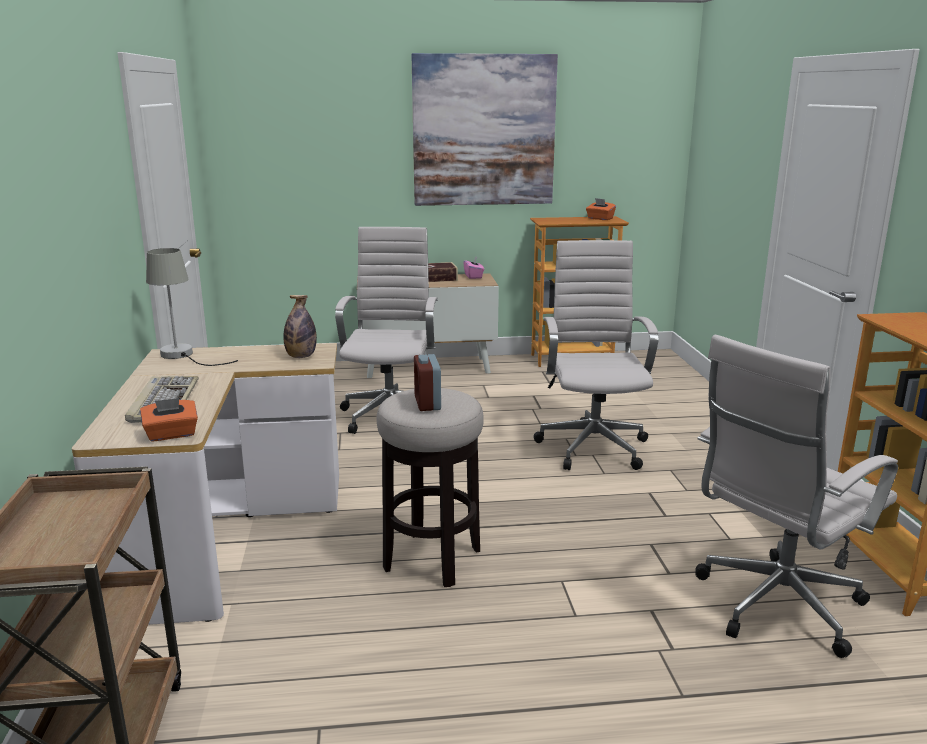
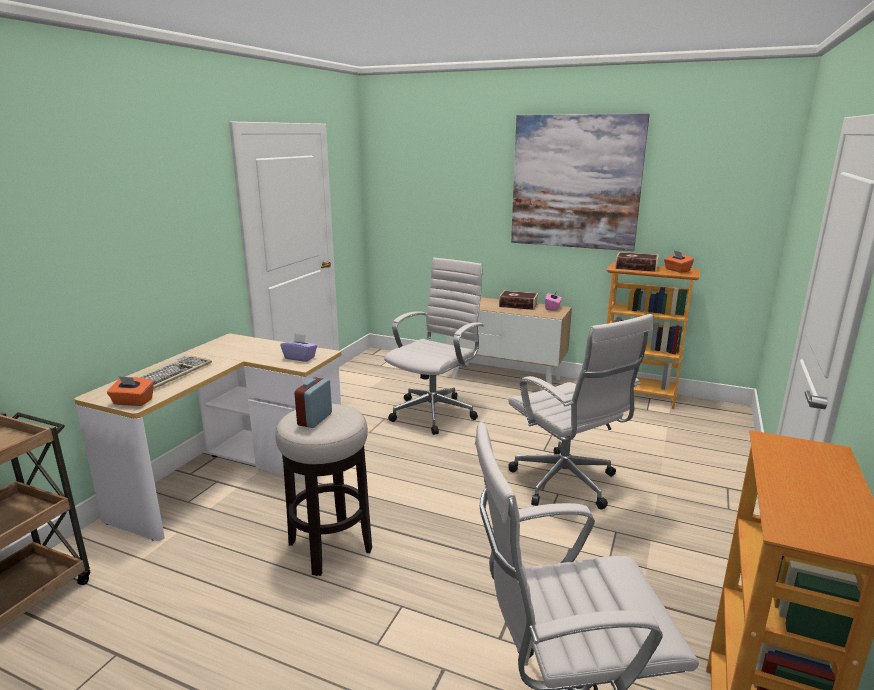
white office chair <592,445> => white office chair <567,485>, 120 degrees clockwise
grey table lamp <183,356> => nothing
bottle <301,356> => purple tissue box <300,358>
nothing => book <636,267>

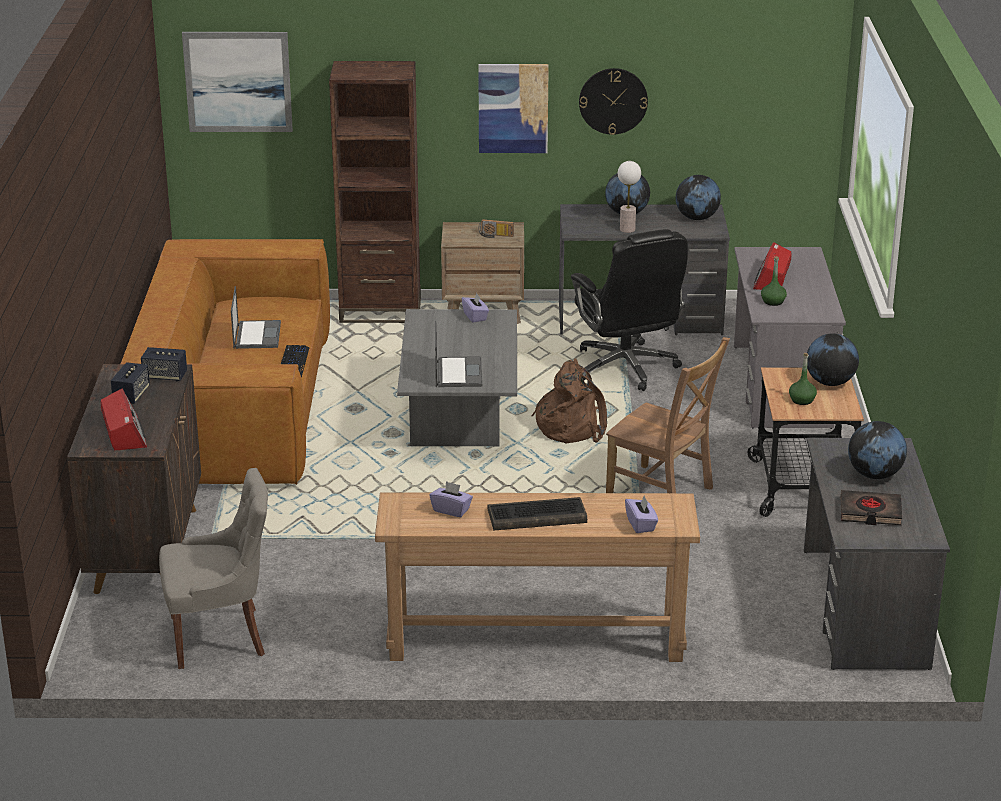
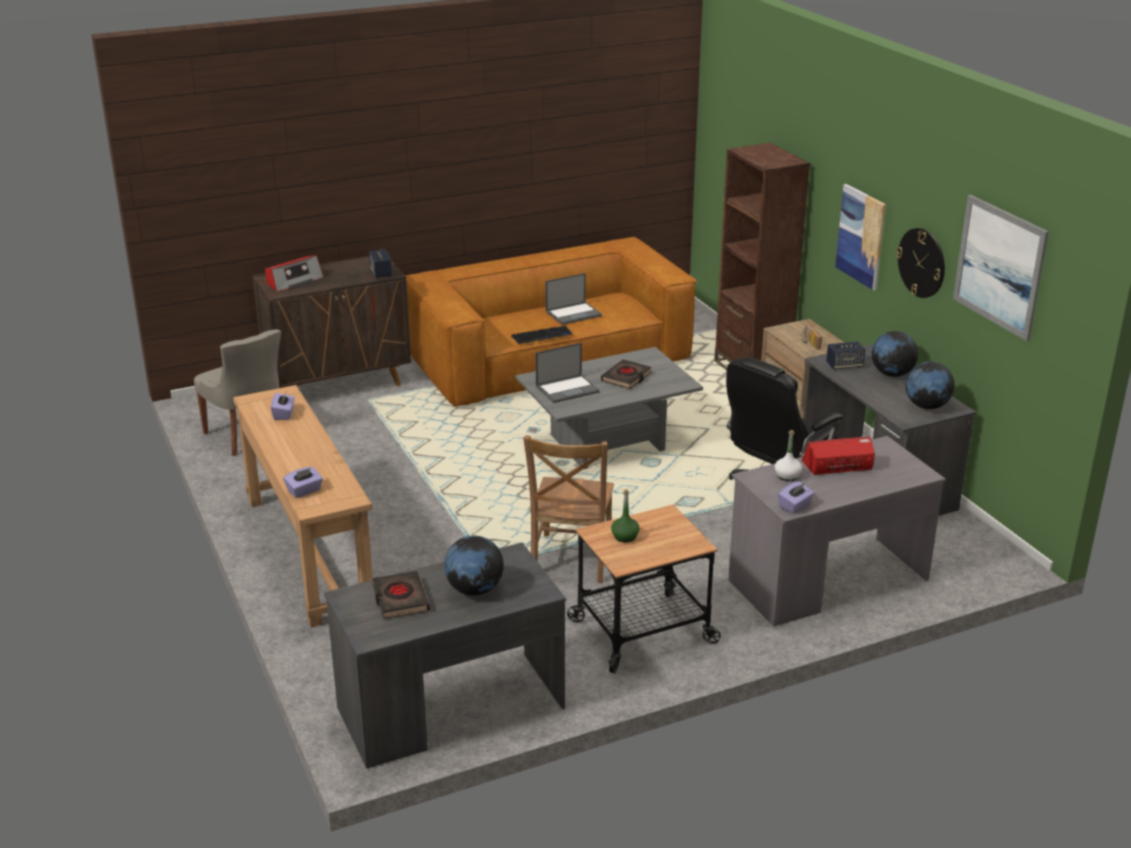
picture <238,81> => picture <999,266>, move
table lamp <627,230> => nothing
green bottle <773,301> => white bottle <787,476>
purple tissue box <475,316> => purple tissue box <795,506>, move
globe <830,382> => nothing
brown backpack <571,427> => nothing
speaker <131,395> => speaker <844,365>, move
keyboard <536,516> => nothing
nothing => black book <626,377>

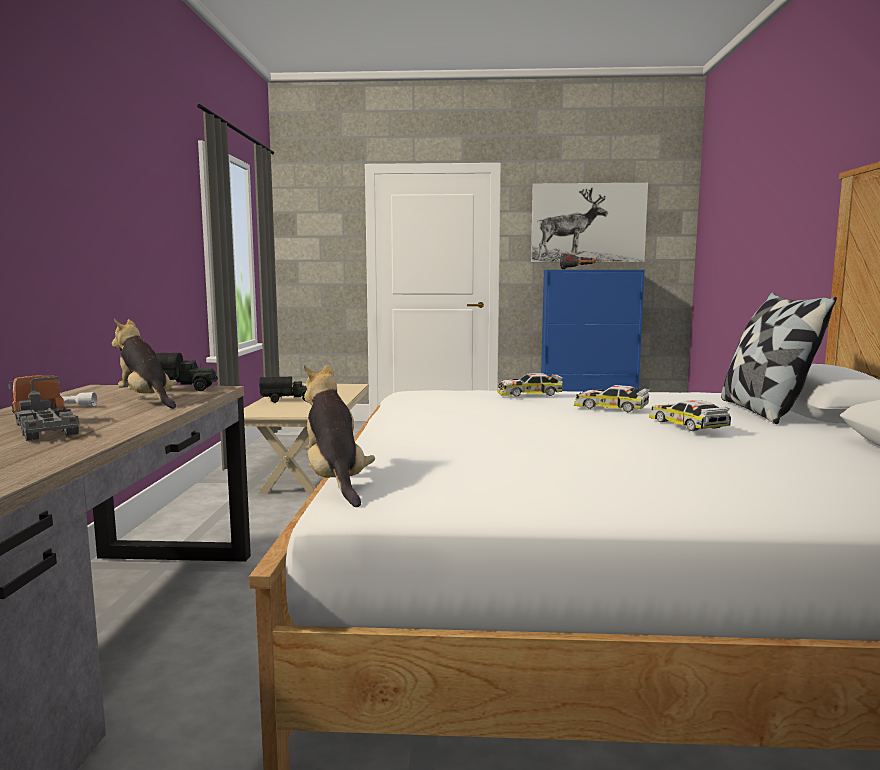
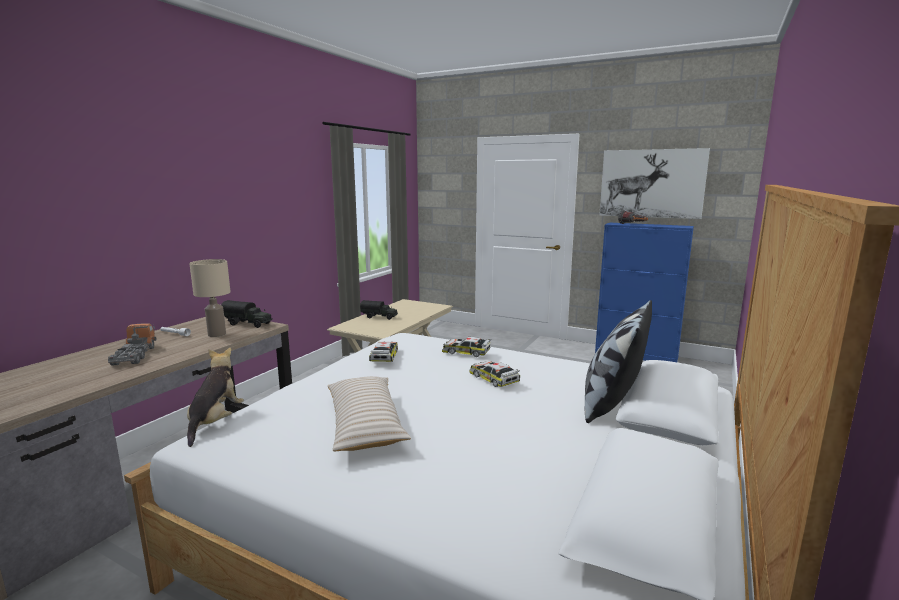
plush toy <147,401> => beige table lamp <217,334>
toy car <687,424> => toy car <384,356>, move
nothing => beige pillow <365,424>

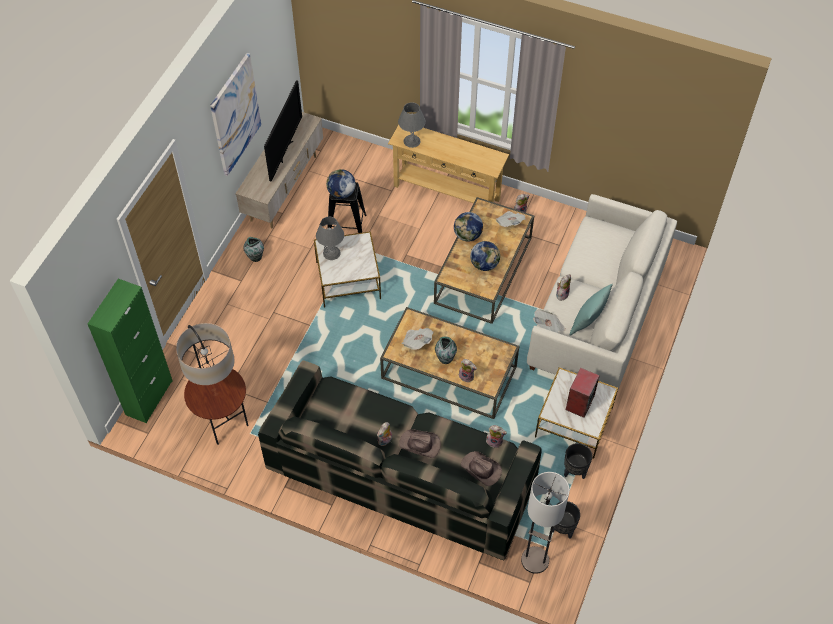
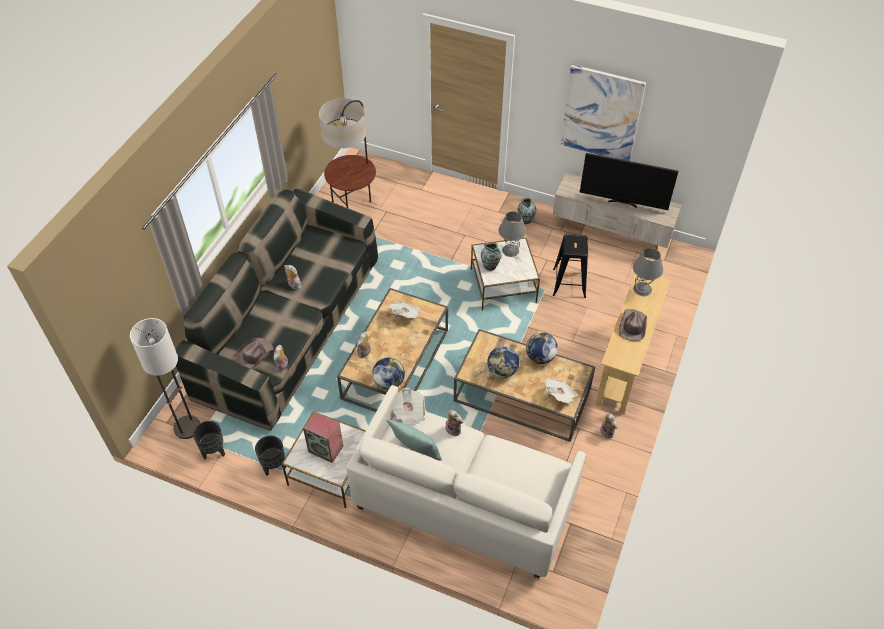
globe <341,193> => globe <389,382>, move
green cabinet <149,397> => nothing
vase <445,358> => vase <490,266>, move
brown hat <420,445> => brown hat <632,326>, move

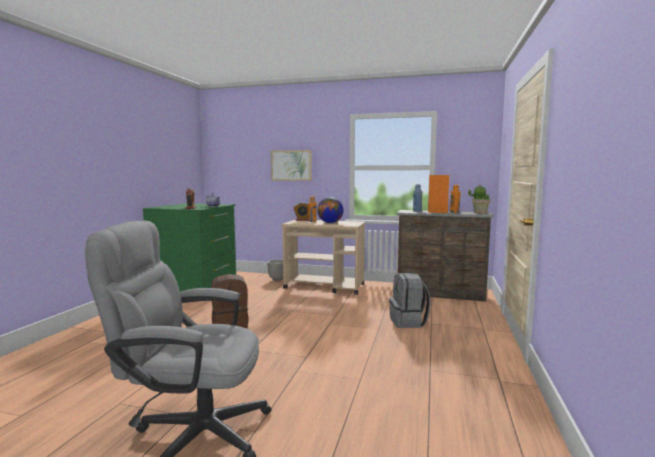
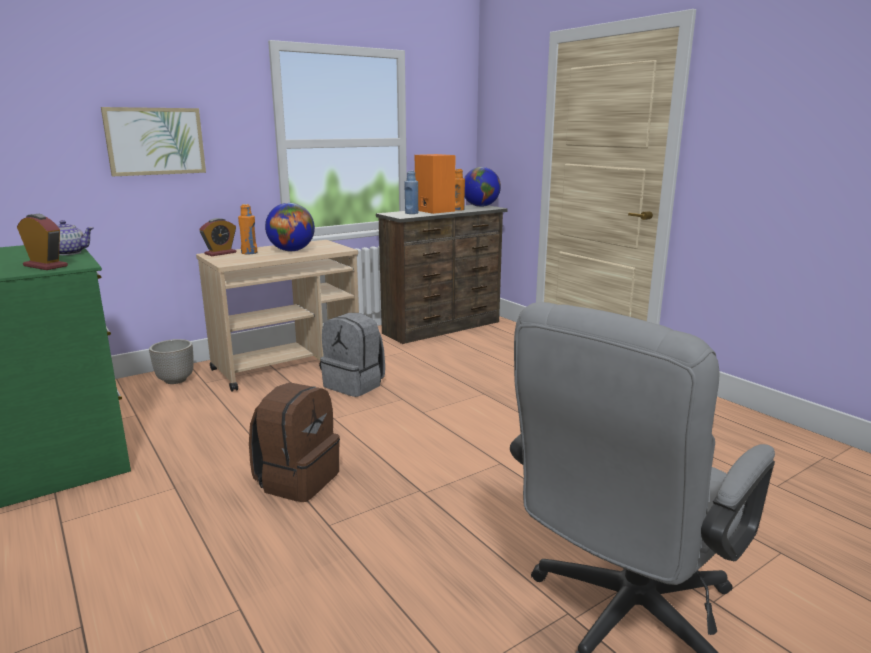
potted plant <480,212> => globe <480,206>
grey backpack <408,322> => grey backpack <355,385>, move

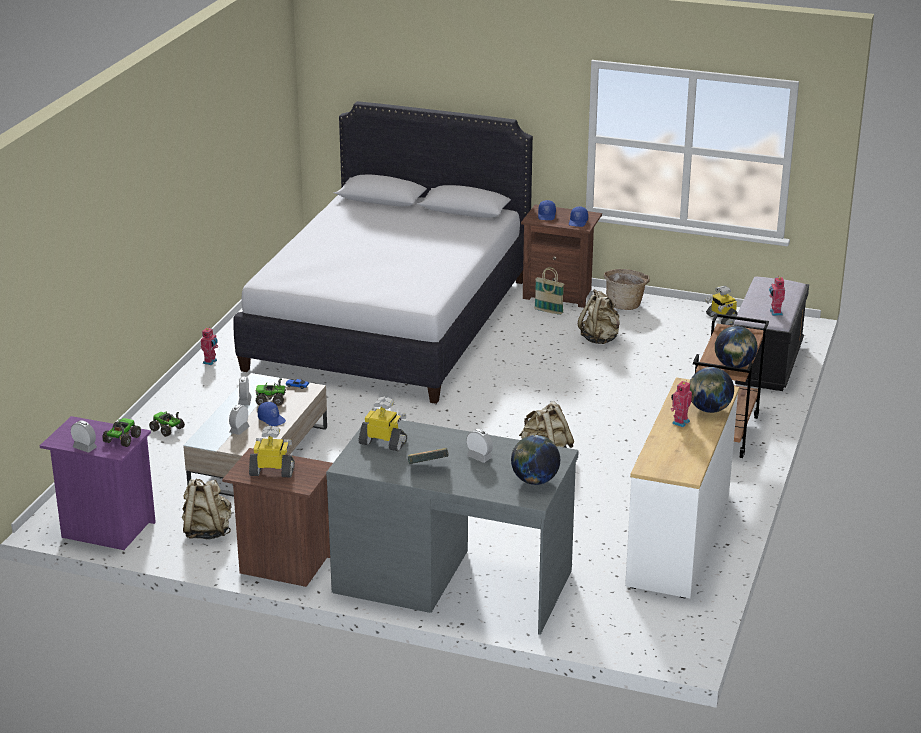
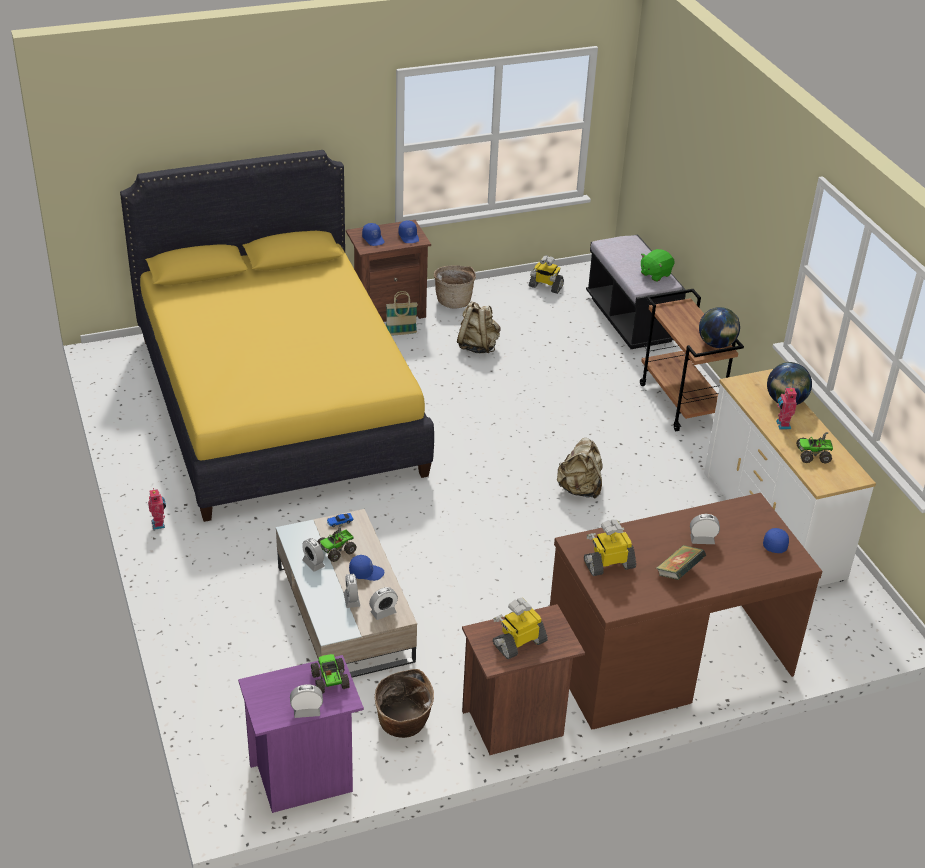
white bed <389,323> => yellow bed <277,403>
toy robot <775,313> => green plush toy <655,274>
toy truck <167,429> => toy truck <813,455>, move
grey desk <452,580> => brown desk <667,659>
globe <535,481> => blue cap <774,543>
beige backpack <207,531> => basket <403,725>
nothing => alarm clock <383,612>

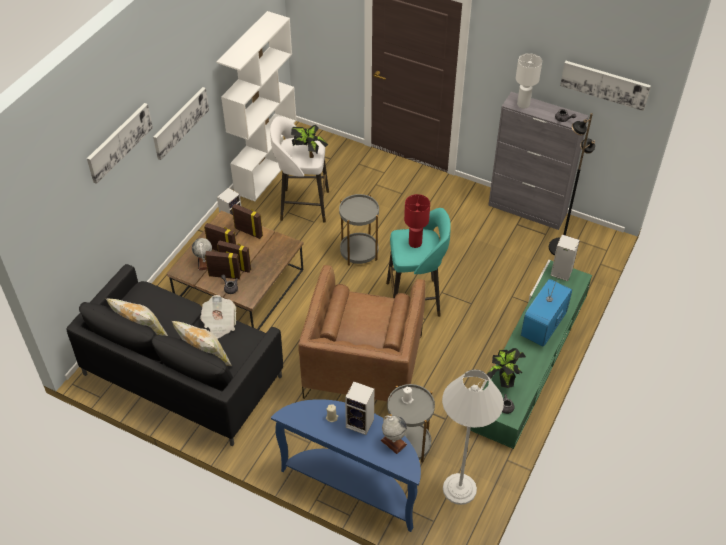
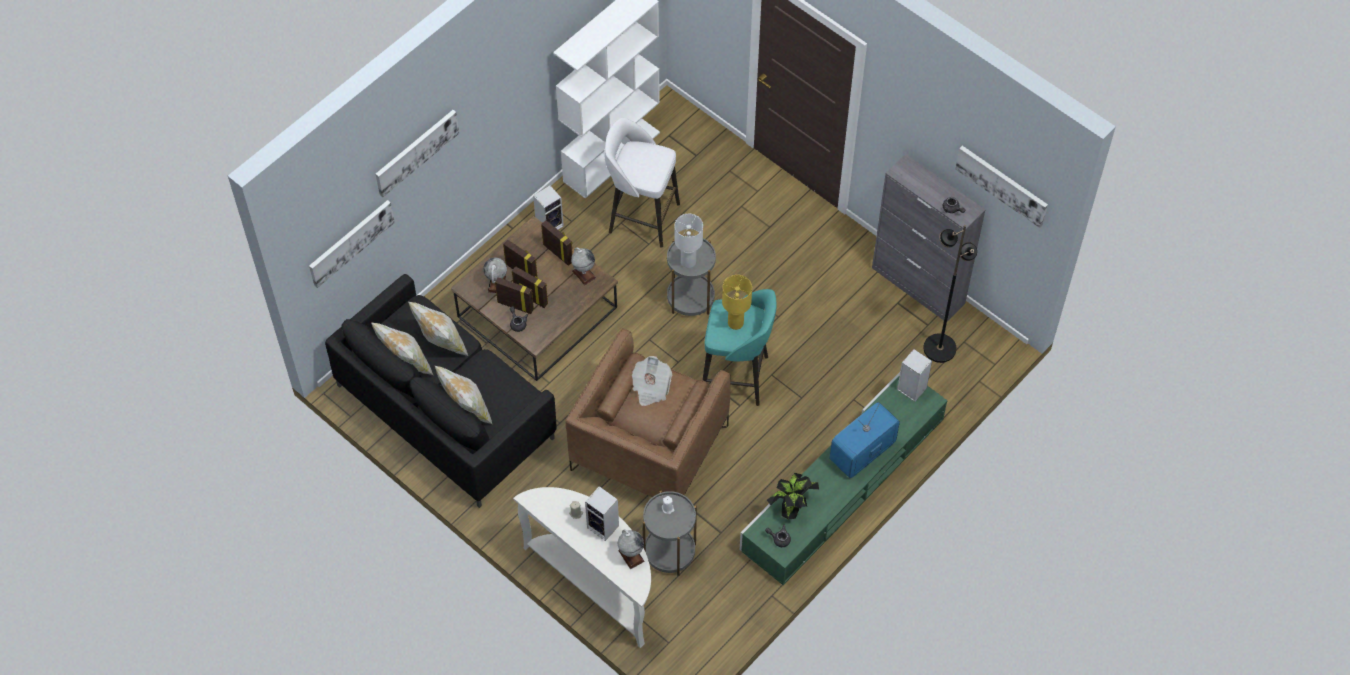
white table lamp <523,104> => white table lamp <688,262>, move
picture <180,122> => picture <350,242>, move
potted plant <309,153> => nothing
red table lamp <415,243> => yellow table lamp <735,322>
newspaper <219,323> => newspaper <650,387>, move
white floor lamp <459,489> => nothing
blue console table <354,485> => white console table <596,582>
nothing => globe <583,274>
nothing => pillow <441,343>

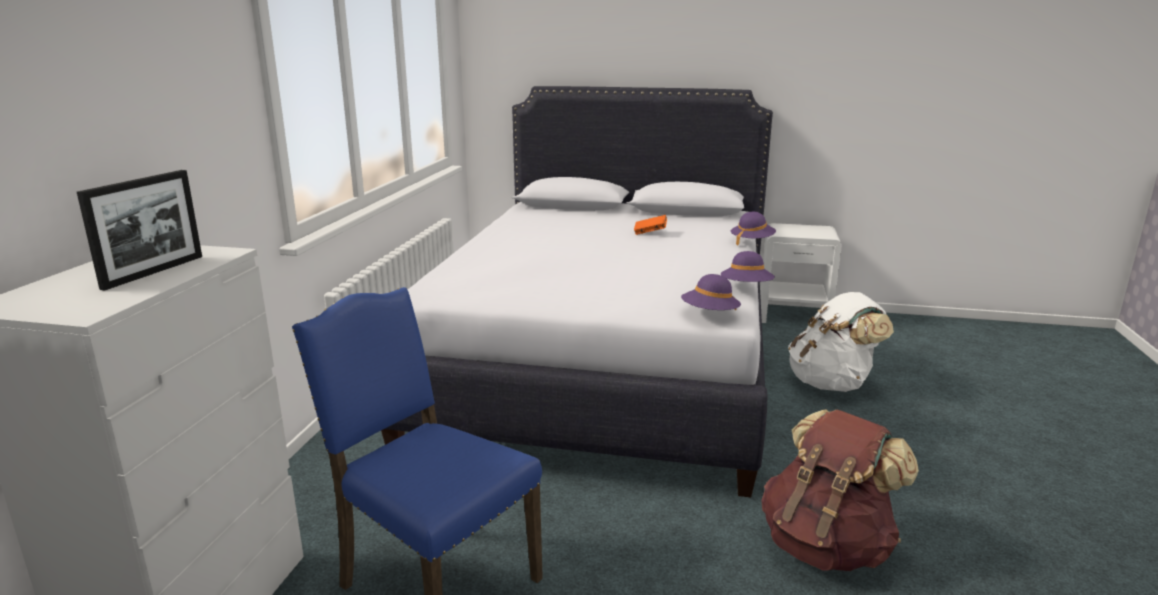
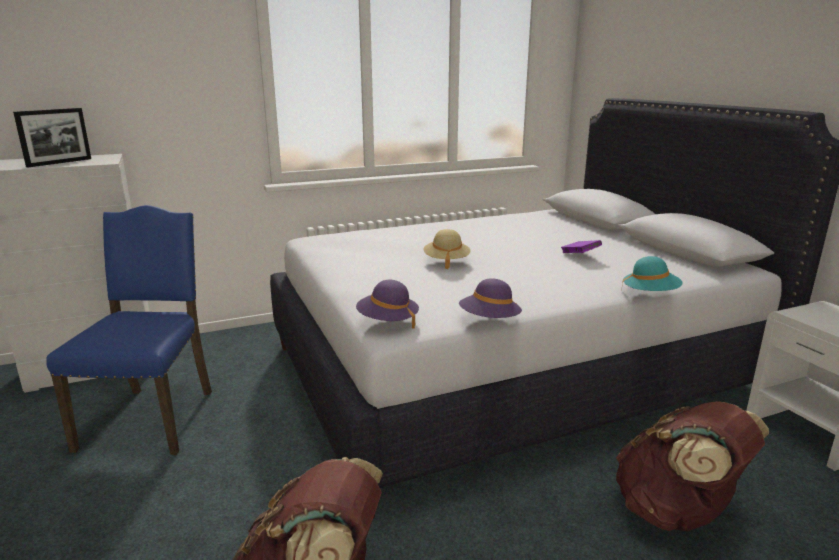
picture frame <154,272> => picture frame <60,162>, 45 degrees counterclockwise
purple hat <752,241> => turquoise hat <650,294>
orange book <650,233> => purple book <580,255>
white backpack <832,383> => brown backpack <676,513>
nothing => beige hat <446,261>

